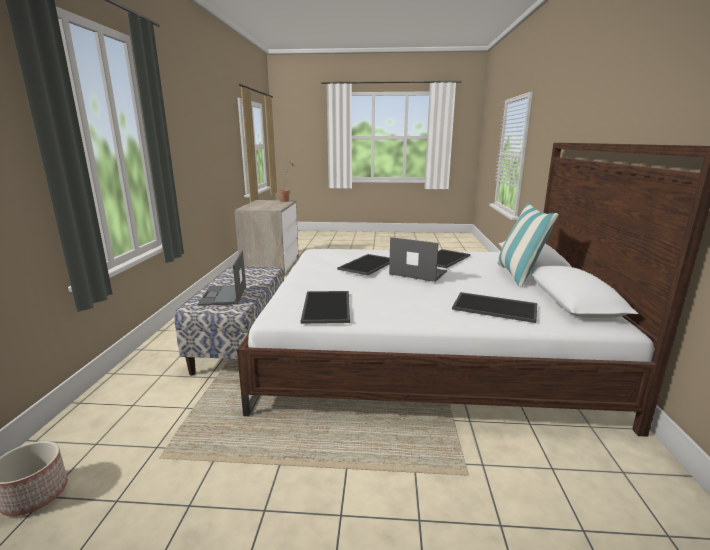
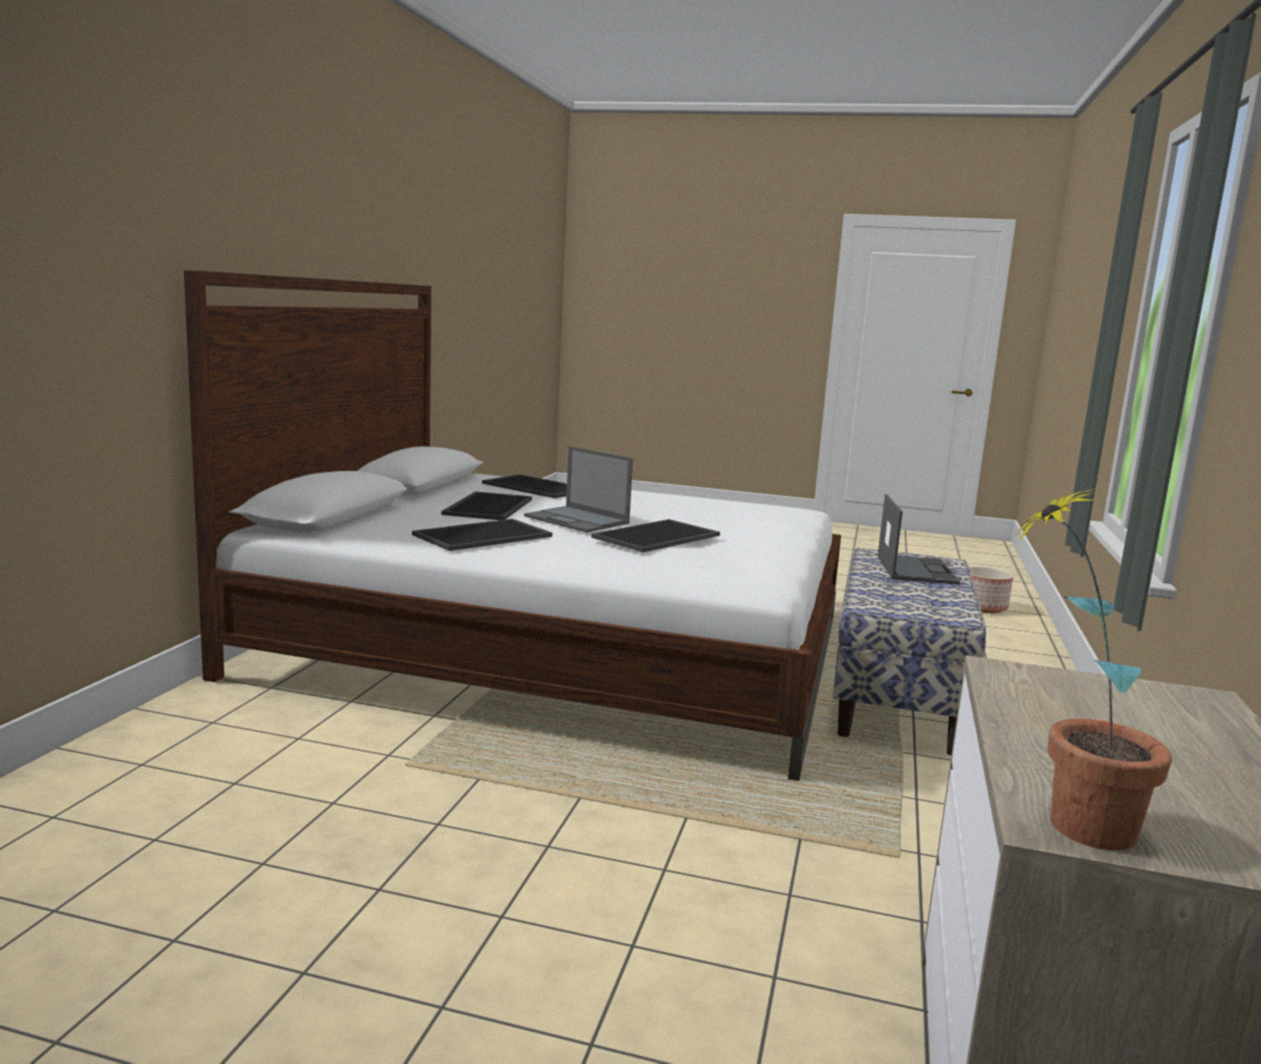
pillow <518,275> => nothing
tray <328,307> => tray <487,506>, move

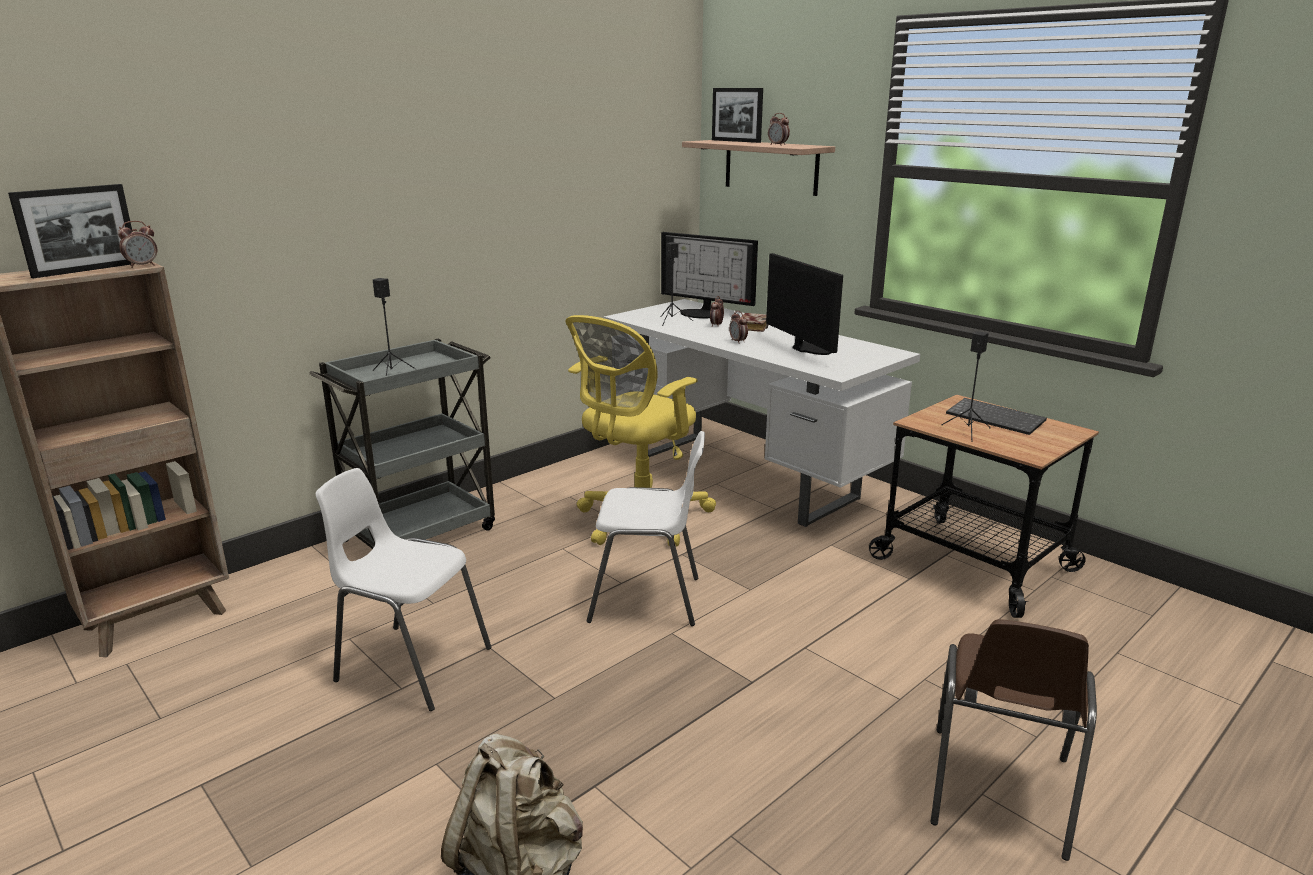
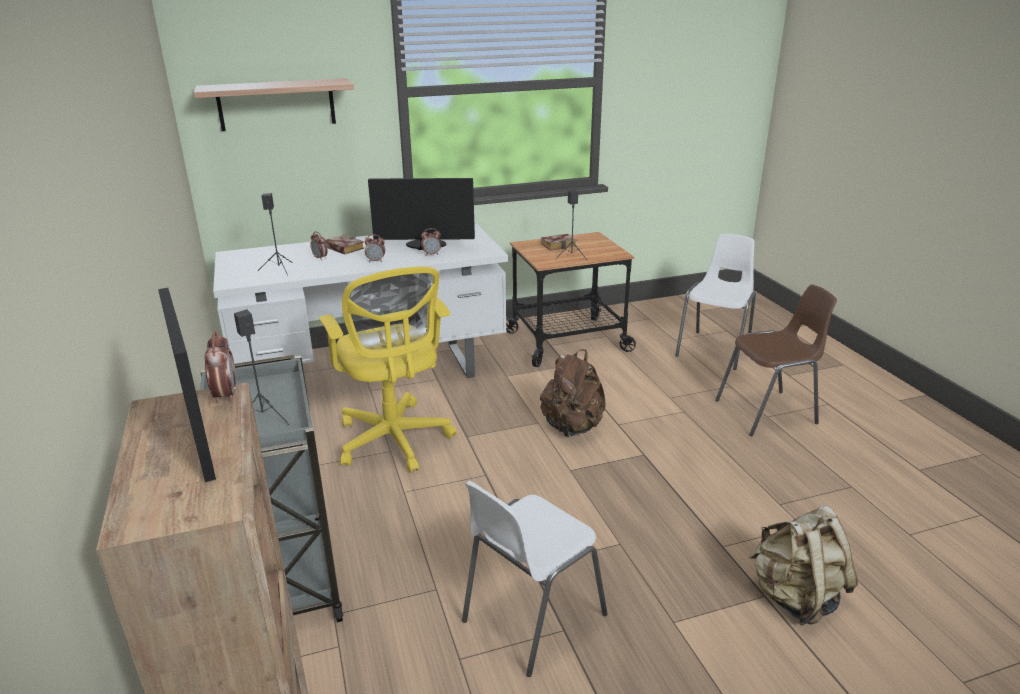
picture frame <735,141> => nothing
alarm clock <778,145> => alarm clock <431,254>, move
monitor <702,313> => nothing
keyboard <996,418> => book <559,245>
white chair <648,599> => white chair <715,349>, move
brown chair <997,793> => brown chair <768,412>, 60 degrees counterclockwise
nothing => brown backpack <572,427>

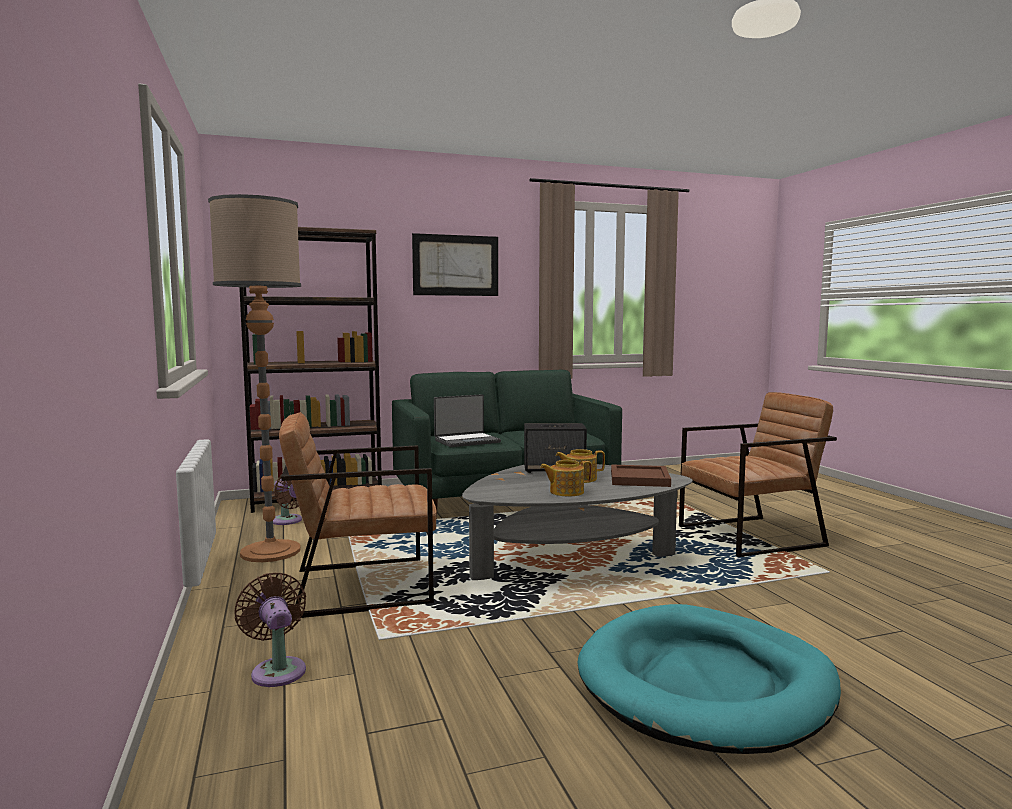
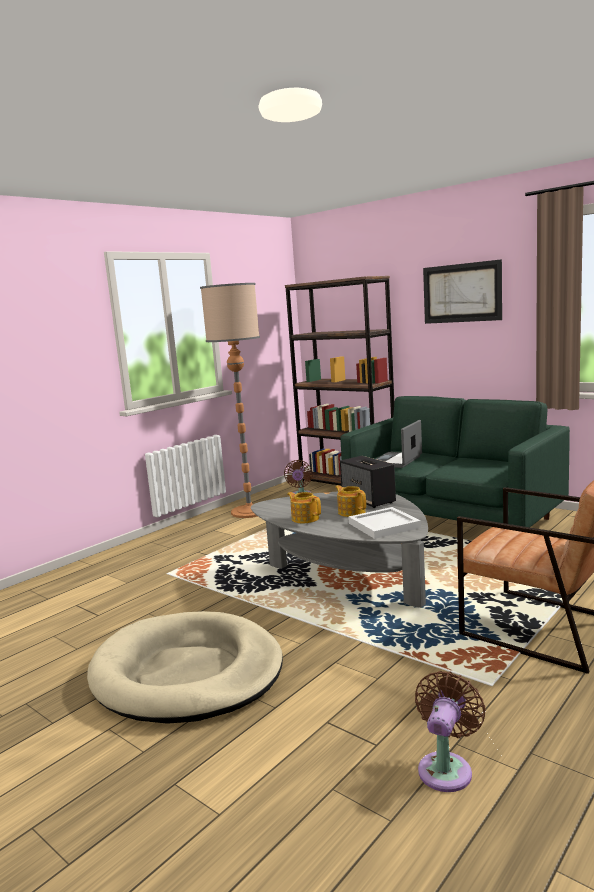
laptop <467,441> => laptop <397,461>, 90 degrees clockwise
brown armchair <362,586> => nothing
brown tray <638,479> => white tray <382,525>
brown fan <277,670> => brown fan <446,768>, move
turquoise dog bed <706,684> => beige dog bed <187,673>

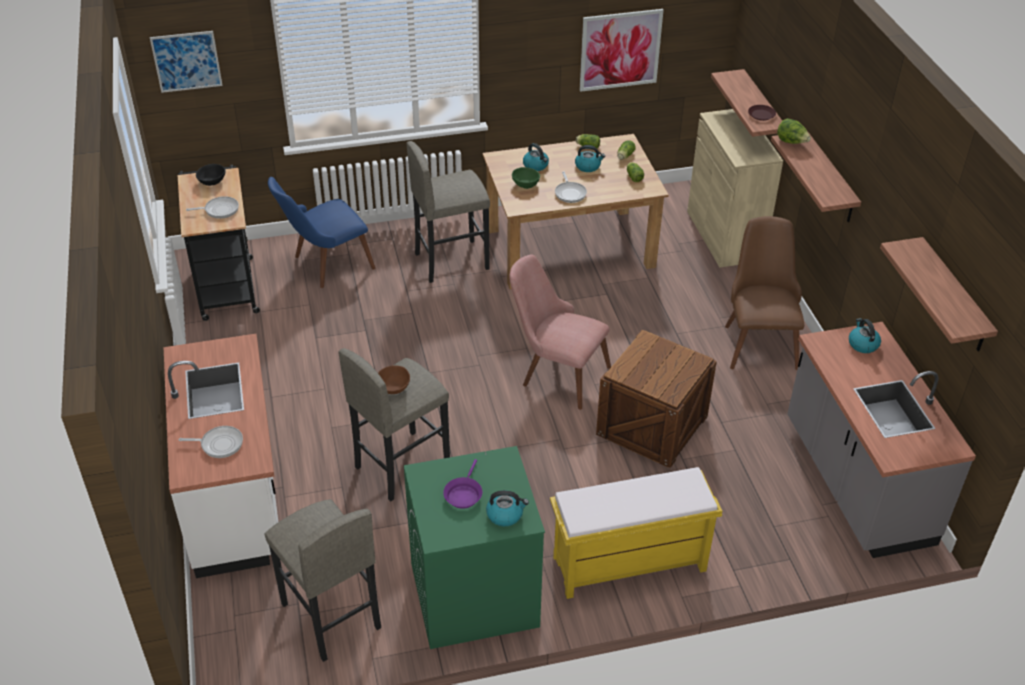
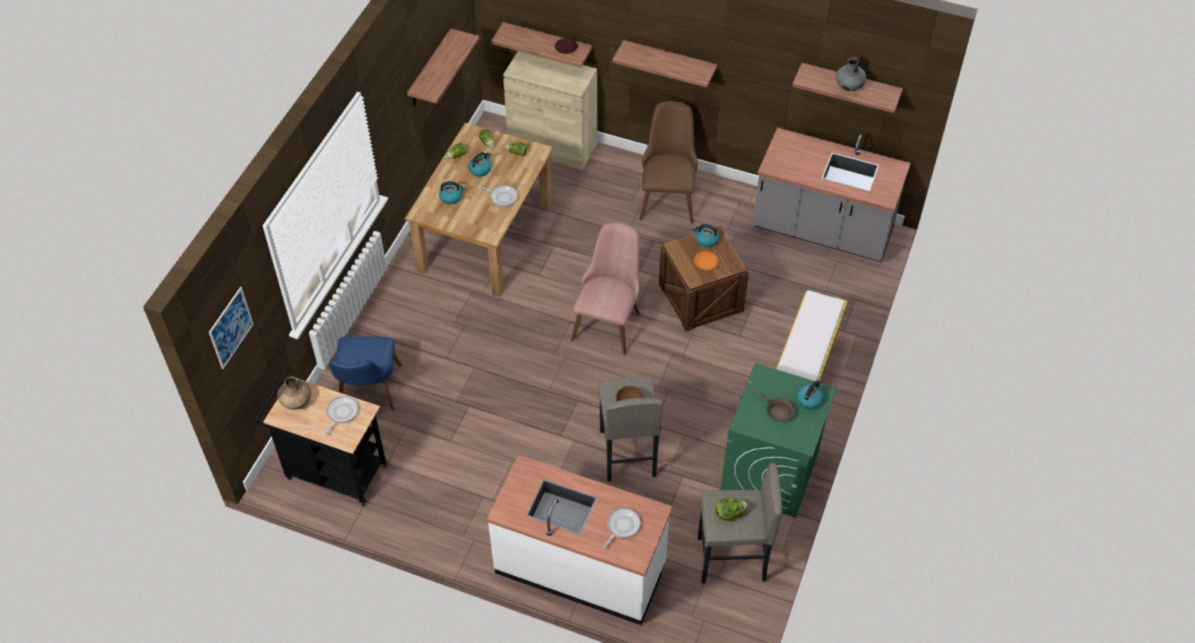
picture <620,50> => shelf <430,69>
lettuce <791,142> => lettuce <729,513>, move
grey stool <451,261> => nothing
black bowl <212,181> => brown vase <296,402>
green bowl <525,184> => nothing
brown chair <758,339> => brown chair <668,196>, 60 degrees clockwise
pink chair <556,373> => pink chair <609,319>, 135 degrees clockwise
kettle <862,344> => kettle <706,240>, move
purple frying pan <463,494> => brown frying pan <777,411>
nothing => grey vase <849,86>
nothing => orange plate <706,262>

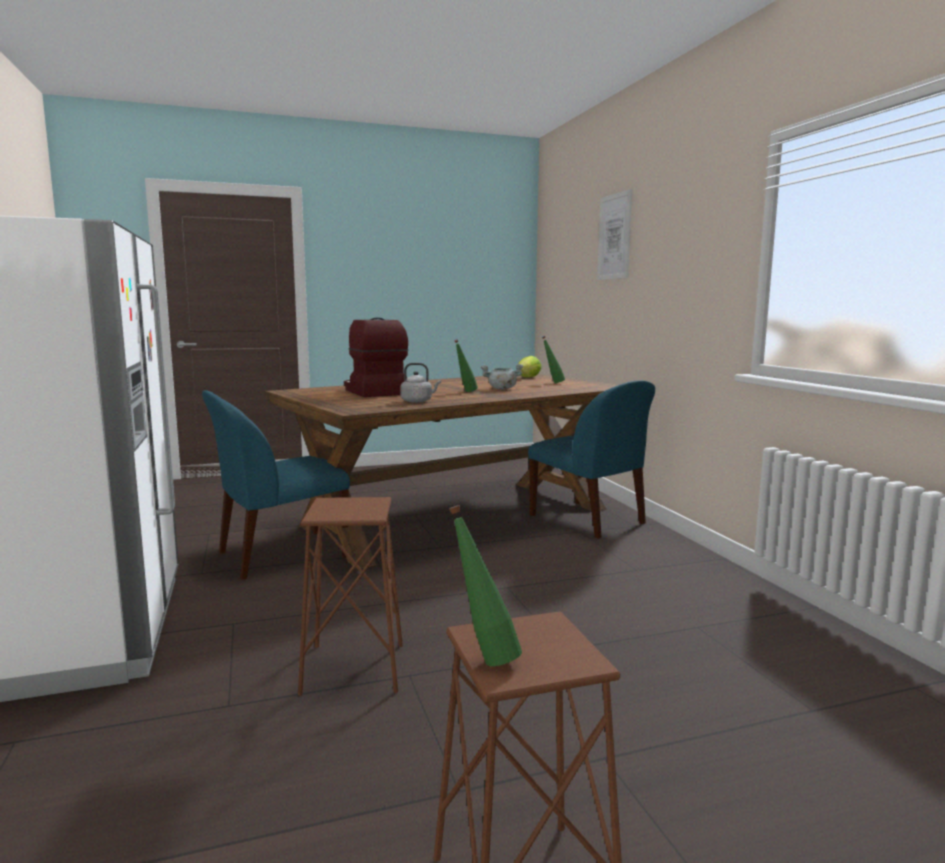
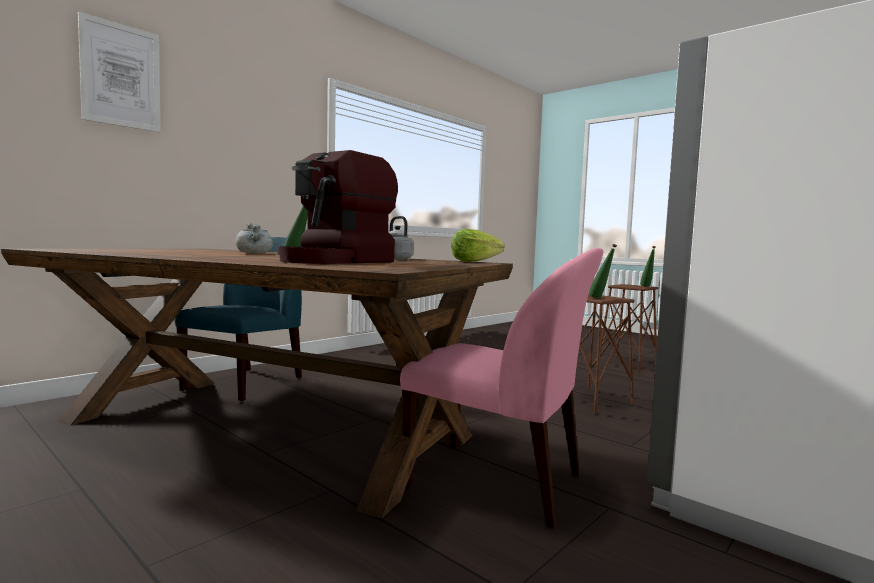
green bottle <552,383> => green bottle <600,298>, move
lettuce <528,377> => lettuce <473,261>, move
blue chair <280,555> => pink chair <499,482>

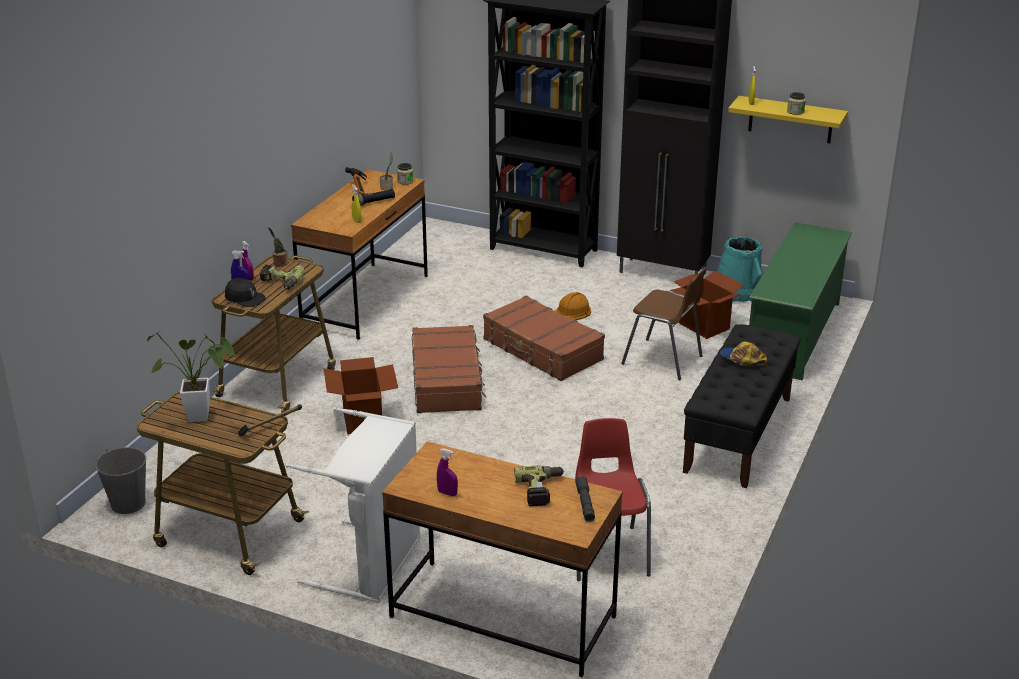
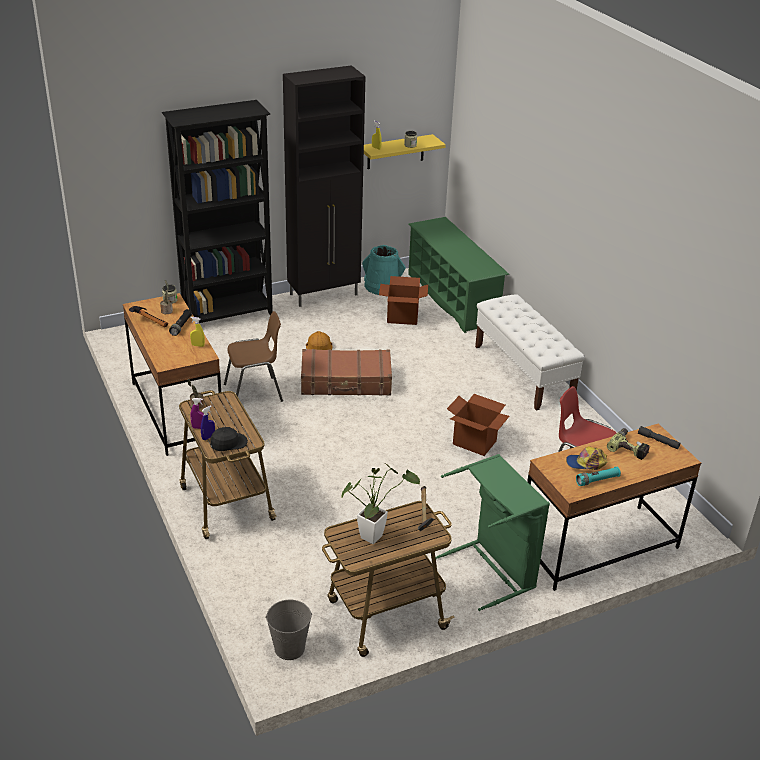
power drill <279,283> => nothing
brown chair <664,360> => brown chair <255,393>, move
black bench <738,434> => white bench <523,372>
brown suitcase <447,381> => nothing
cap <742,359> => cap <586,463>, move
cardboard box <363,420> => cardboard box <474,443>, move
white laundry basket <373,564> => green laundry basket <493,569>
purple spray bottle <447,493> => turquoise flashlight <597,480>

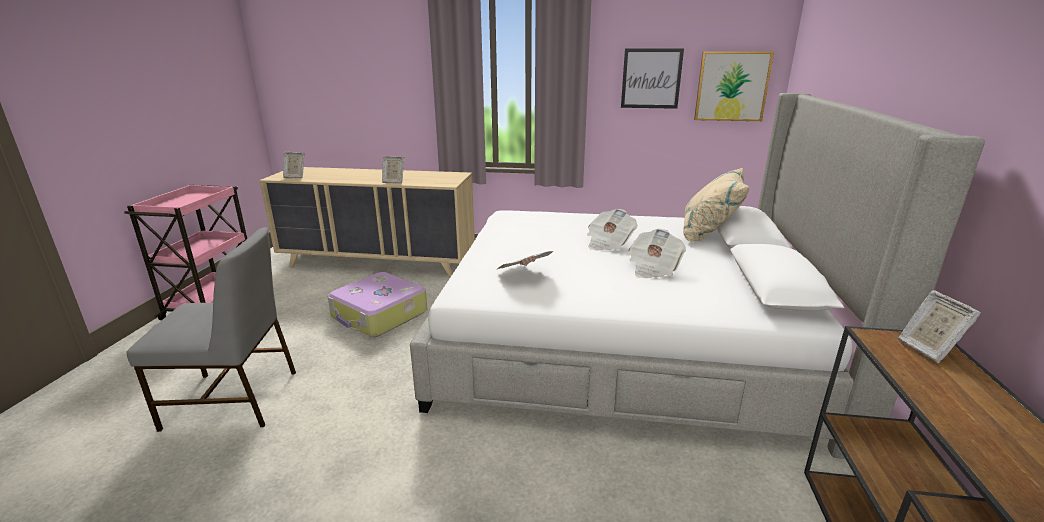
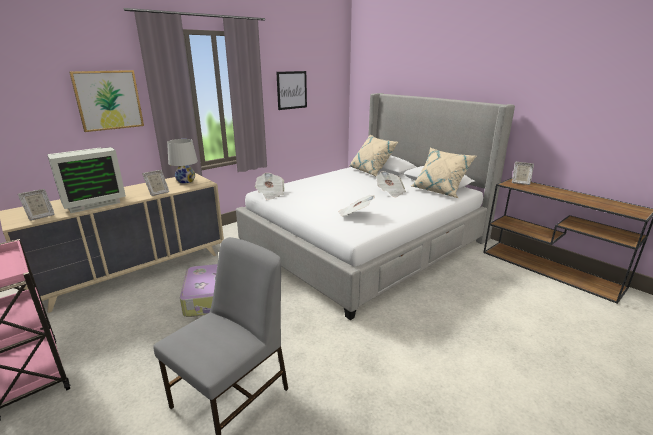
picture <732,86> => picture <108,100>, move
newspaper <608,243> => newspaper <270,194>, move
nothing => white table lamp <186,181>
nothing => monitor <91,201>
nothing => beige pillow <439,191>

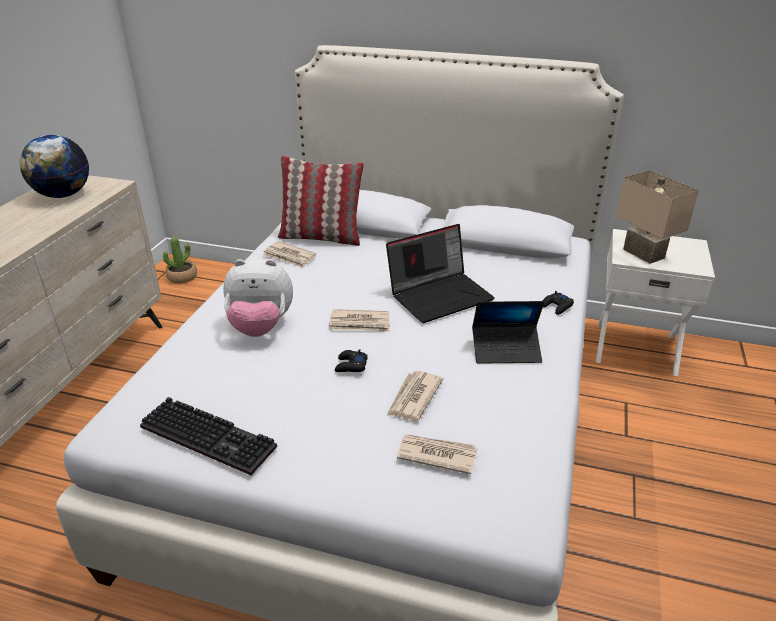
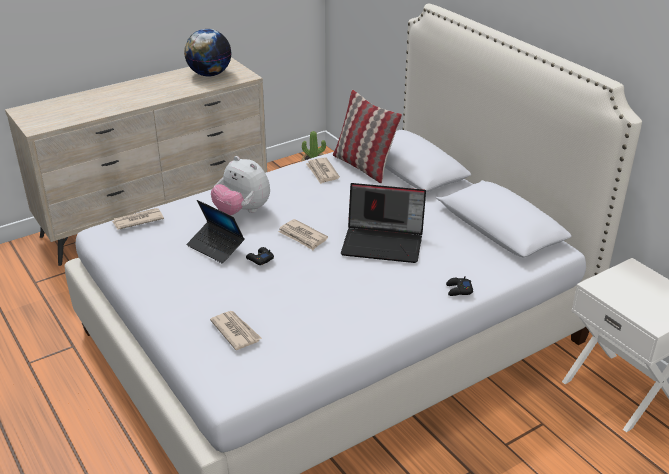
beige table lamp <645,253> => nothing
laptop <506,350> => laptop <216,247>, move
newspaper <413,398> => newspaper <137,220>, move
keyboard <211,436> => nothing

